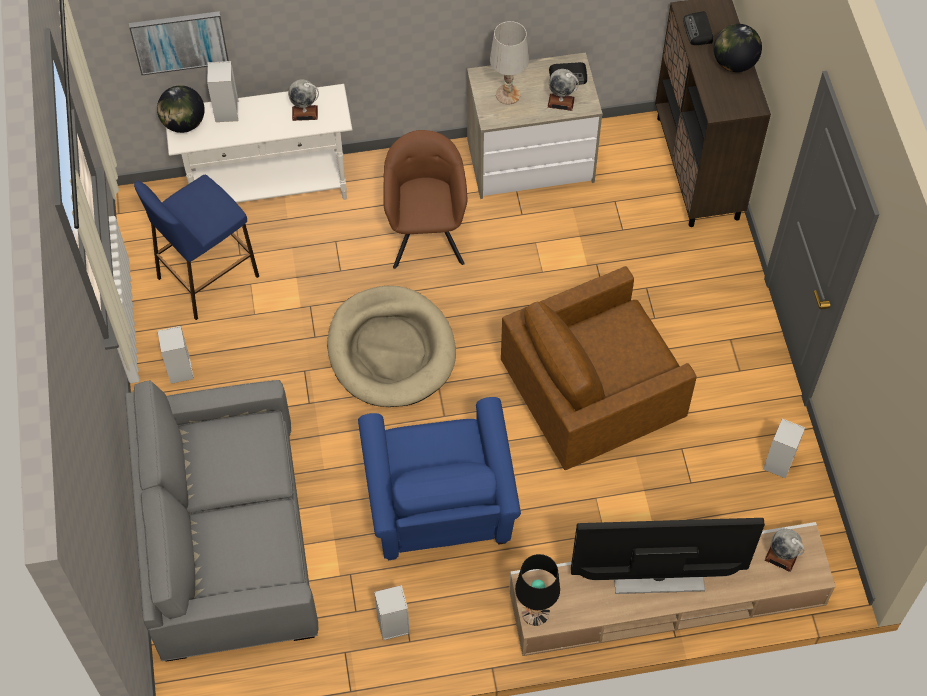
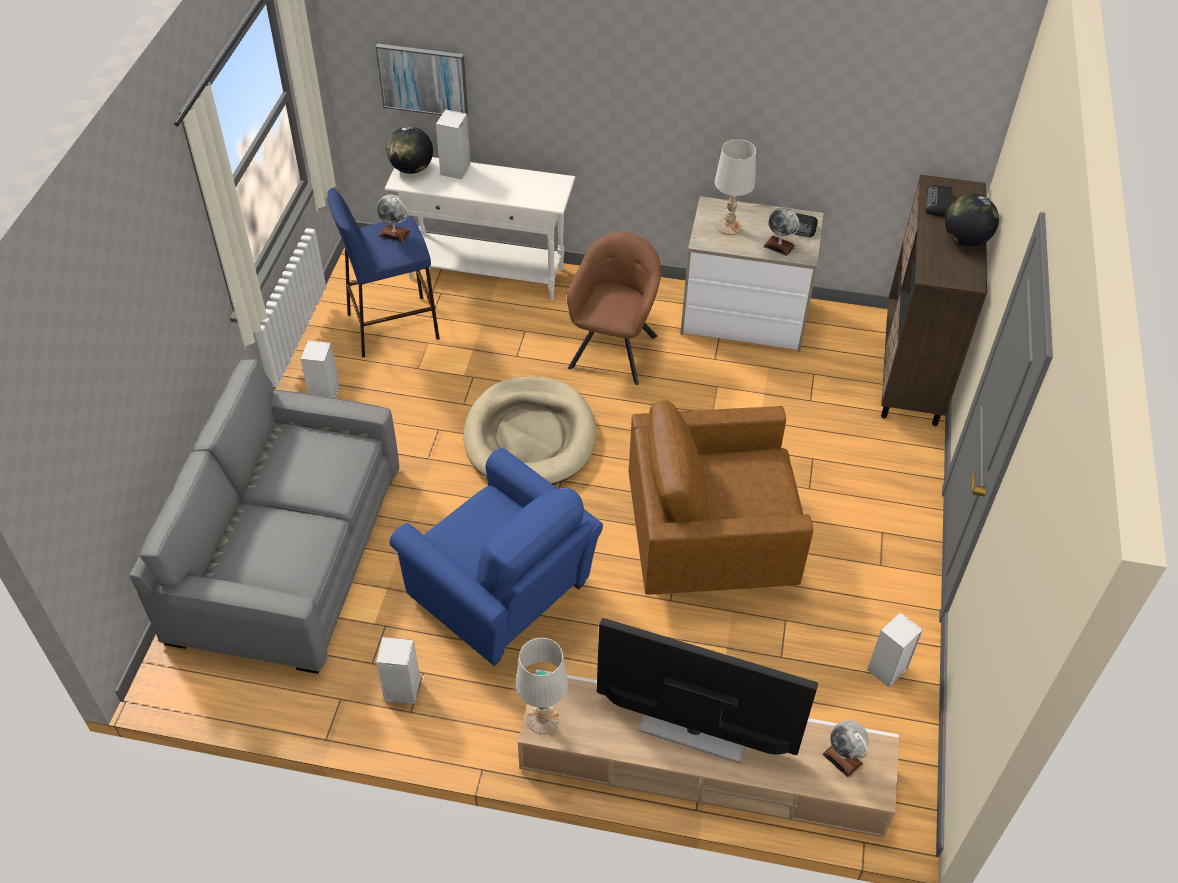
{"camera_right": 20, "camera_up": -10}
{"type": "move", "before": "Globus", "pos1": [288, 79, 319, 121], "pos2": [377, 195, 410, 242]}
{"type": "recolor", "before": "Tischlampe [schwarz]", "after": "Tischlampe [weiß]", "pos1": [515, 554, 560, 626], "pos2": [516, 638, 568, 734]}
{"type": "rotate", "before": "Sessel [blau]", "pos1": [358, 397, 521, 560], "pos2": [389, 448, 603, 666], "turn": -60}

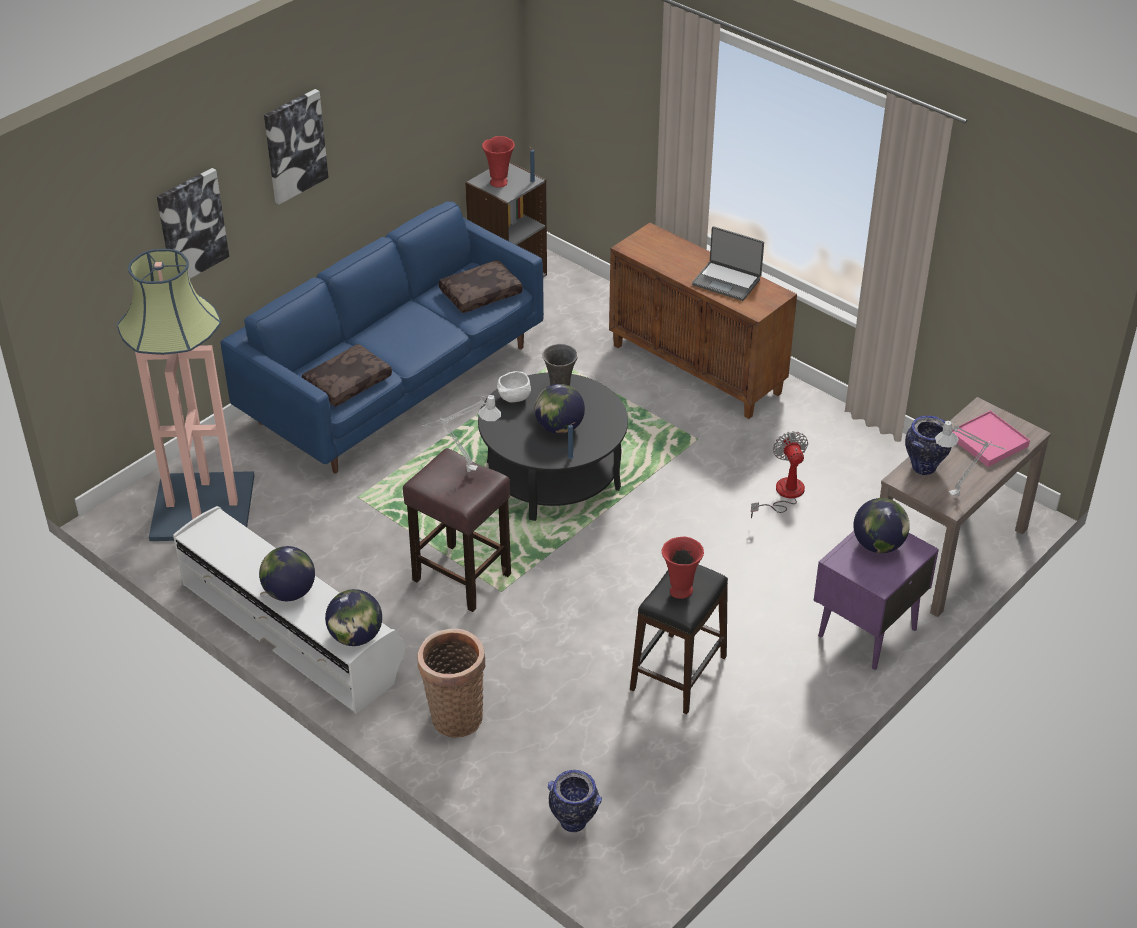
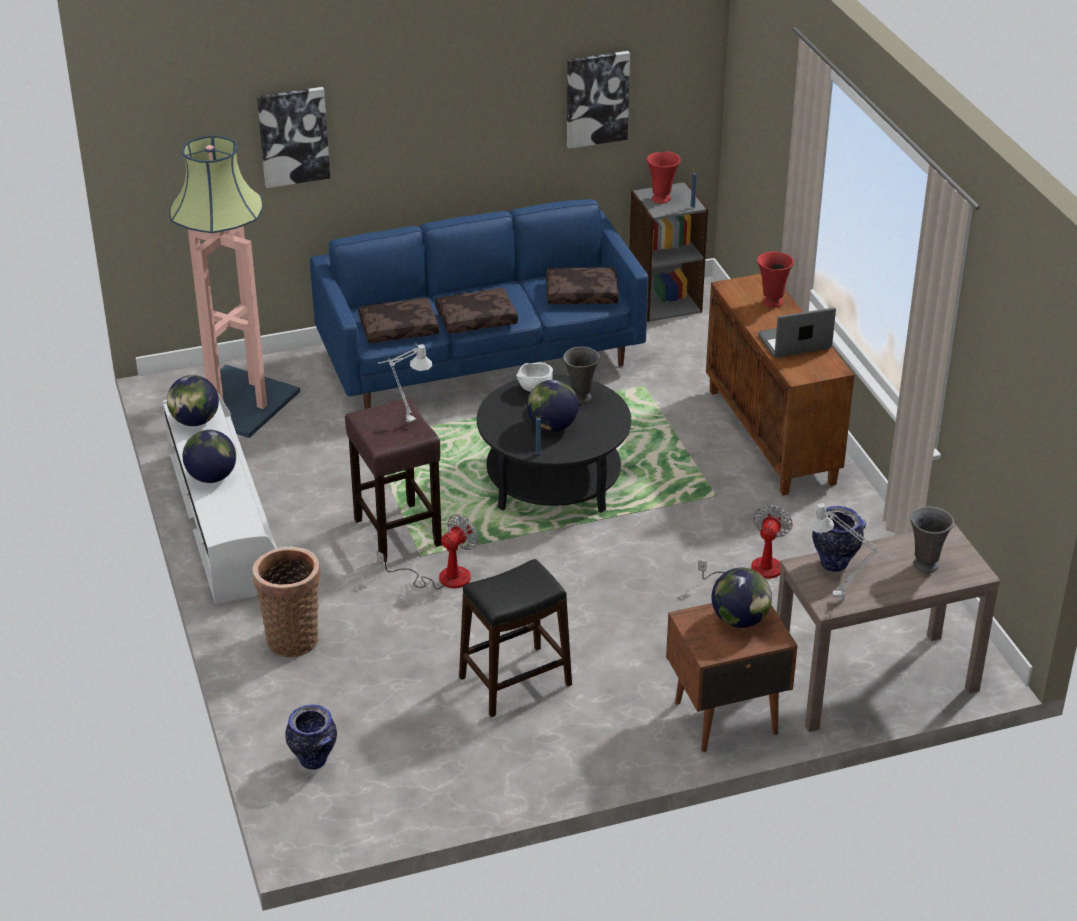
{"camera_right": 30, "camera_up": -5}
{"type": "insert", "after": "Ventilator", "pos2": [377, 514, 478, 589]}
{"type": "insert", "after": "Kissen [braun]", "pos2": [435, 288, 518, 334]}
{"type": "move", "before": "Bild", "pos1": [264, 89, 329, 205], "pos2": [567, 51, 630, 149]}
{"type": "move", "before": "Globus", "pos1": [325, 589, 382, 646], "pos2": [167, 375, 219, 426]}
{"type": "move", "before": "Vase [rot]", "pos1": [662, 537, 704, 599], "pos2": [757, 252, 794, 308]}
{"type": "replace", "before": "Tablett [rosa]", "after": "Vase [grau]", "pos1": [952, 410, 1030, 467], "pos2": [910, 506, 954, 573]}
{"type": "recolor", "before": "Nachttisch [lila]", "after": "Nachttisch [braun]", "pos1": [814, 531, 939, 670], "pos2": [666, 603, 798, 752]}
{"type": "rotate", "before": "Laptop", "pos1": [692, 226, 764, 301], "pos2": [758, 307, 836, 358], "turn": 105}

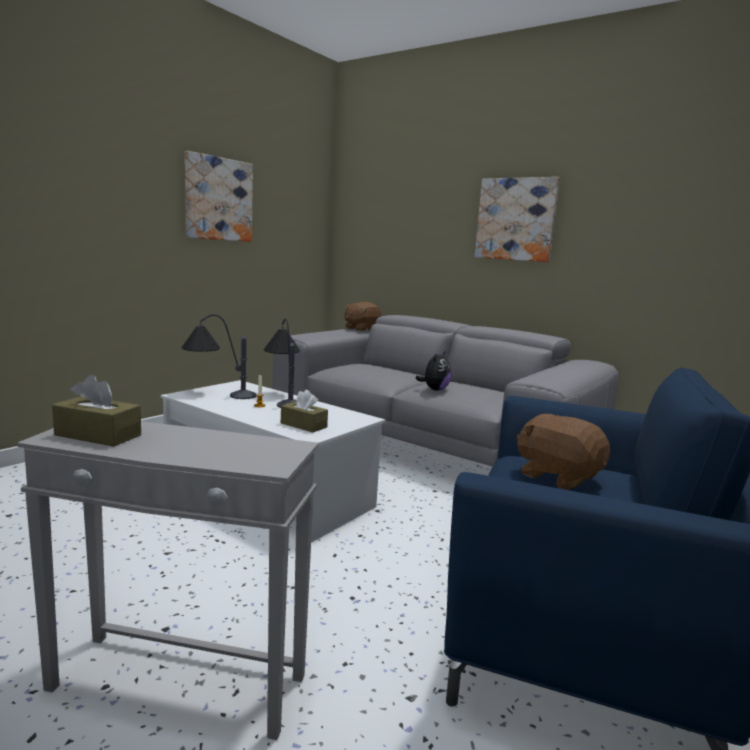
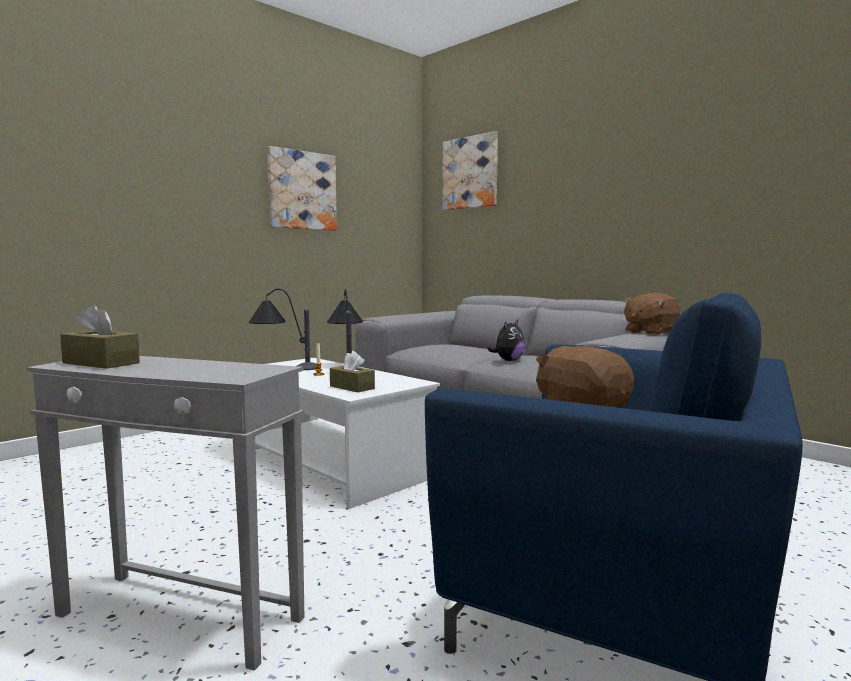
{"camera_right": 10, "camera_up": -5}
{"type": "move", "before": "Plüschtier [braun]", "pos1": [344, 302, 381, 331], "pos2": [623, 292, 680, 335]}
{"type": "move", "before": "Bild", "pos1": [475, 177, 560, 262], "pos2": [442, 131, 498, 210]}

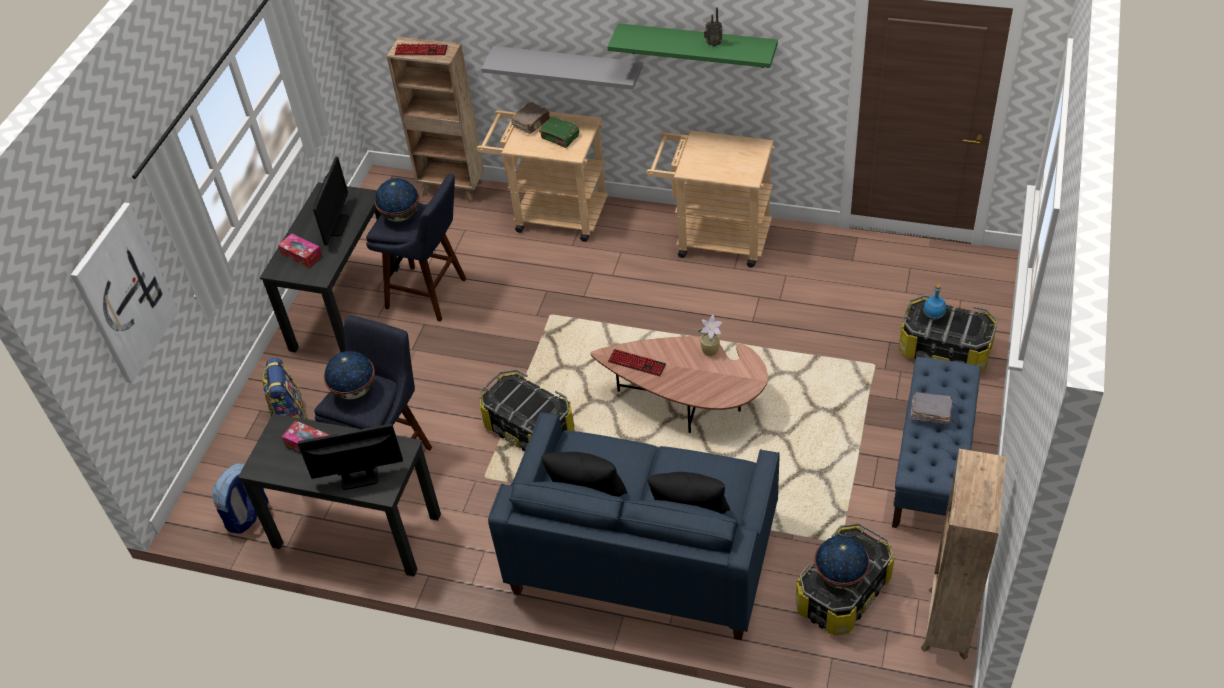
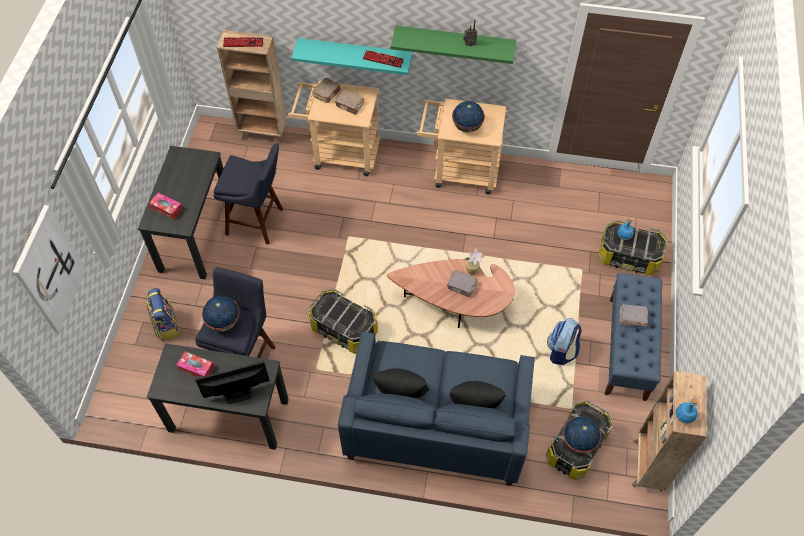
{"camera_right": -10, "camera_up": 10}
{"type": "delete", "before": "Monitor", "pos1": [313, 157, 349, 245]}
{"type": "insert", "after": "Buch [grau]", "pos2": [447, 270, 477, 297]}
{"type": "insert", "after": "Flasche [blau]", "pos2": [675, 399, 697, 424]}
{"type": "move", "before": "Rucksack", "pos1": [212, 463, 268, 534], "pos2": [547, 318, 582, 365]}
{"type": "move", "before": "Globus", "pos1": [374, 178, 419, 222], "pos2": [452, 101, 485, 133]}
{"type": "move", "before": "Tastatur", "pos1": [608, 349, 666, 376], "pos2": [363, 50, 404, 68]}
{"type": "recolor", "before": "Wandregal [grau]", "after": "Wandregal [türkis]", "pos1": [481, 46, 643, 89], "pos2": [291, 38, 413, 75]}
{"type": "recolor", "before": "Buch [grün]", "after": "Buch [braun]", "pos1": [539, 116, 579, 148], "pos2": [335, 90, 364, 115]}

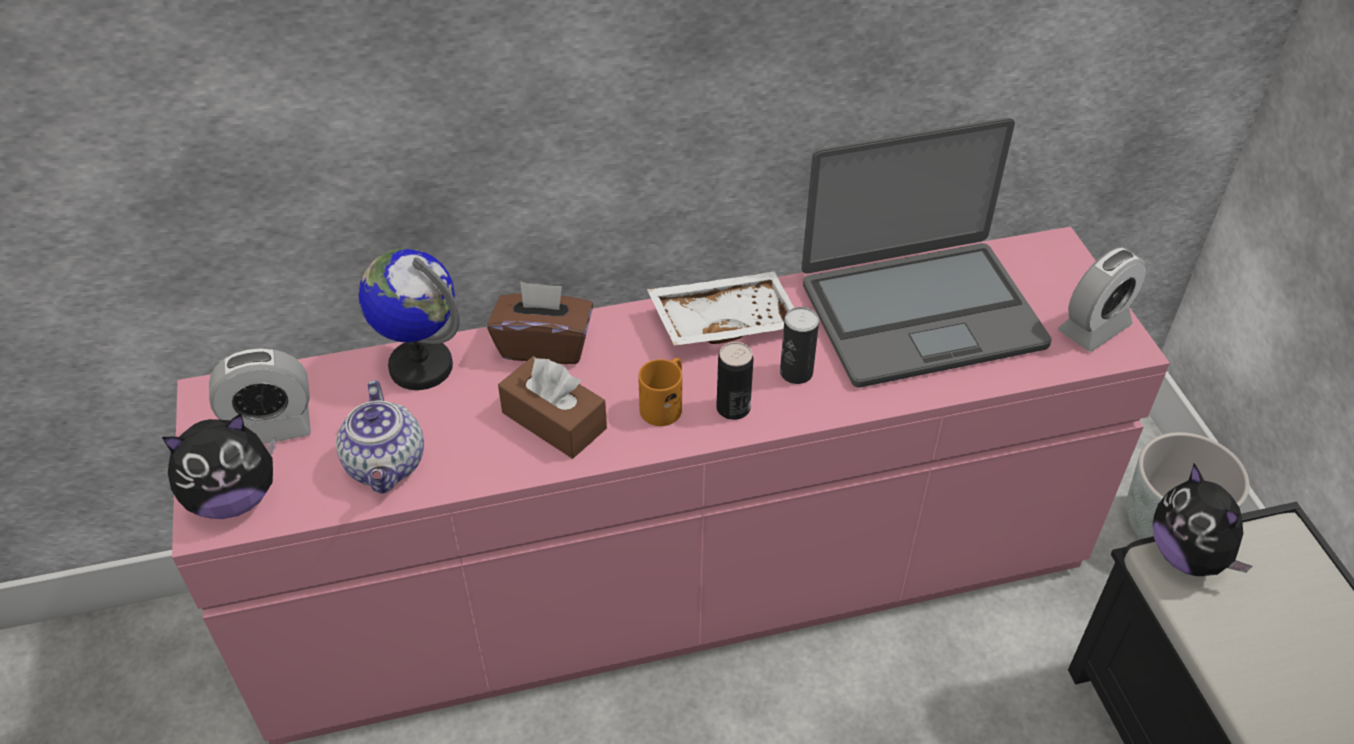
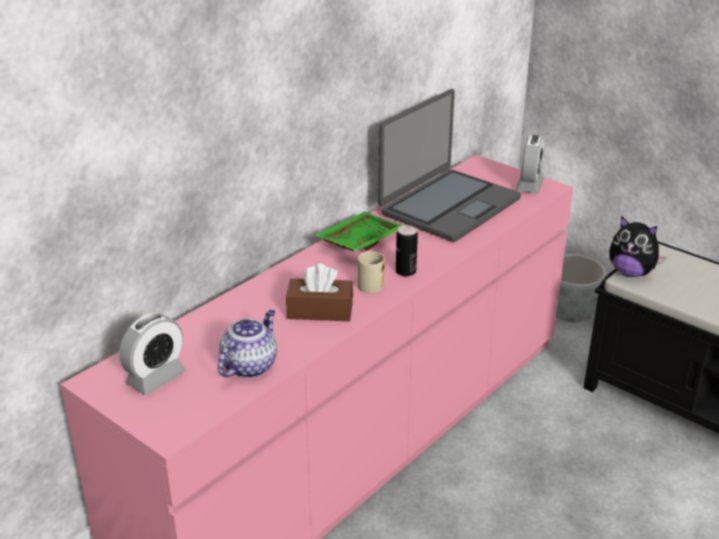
{"camera_right": -35, "camera_up": -15}
{"type": "delete", "before": "Plüschtier", "pos1": [162, 413, 276, 519]}
{"type": "delete", "before": "Globus", "pos1": [358, 248, 460, 390]}
{"type": "delete", "before": "Taschentuchbox [braun]", "pos1": [487, 281, 593, 364]}
{"type": "delete", "before": "Dose", "pos1": [780, 307, 819, 384]}
{"type": "recolor", "before": "Henkelbecher [orange]", "after": "Henkelbecher [beige]", "pos1": [638, 358, 682, 426], "pos2": [358, 251, 385, 293]}
{"type": "recolor", "before": "Tablett [weiß]", "after": "Tablett [grün]", "pos1": [647, 271, 795, 346], "pos2": [315, 211, 403, 251]}
{"type": "rotate", "before": "Teekanne", "pos1": [336, 380, 424, 494], "pos2": [218, 310, 277, 378], "turn": -105}

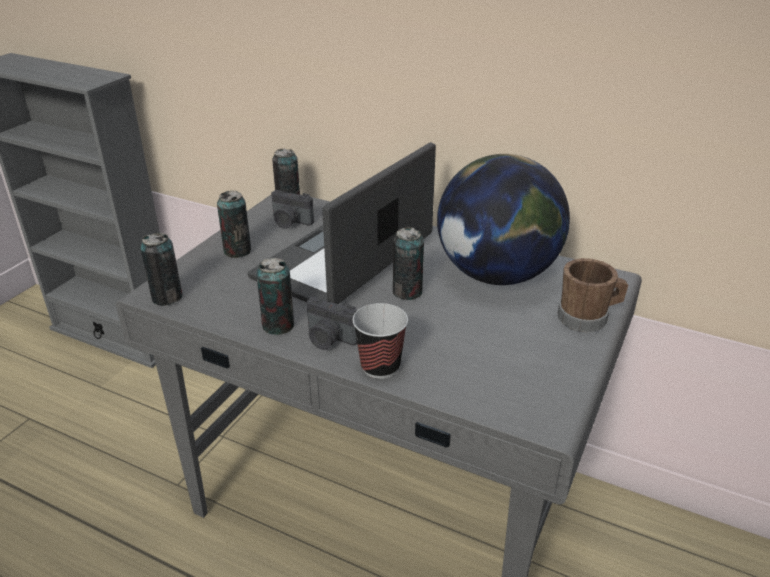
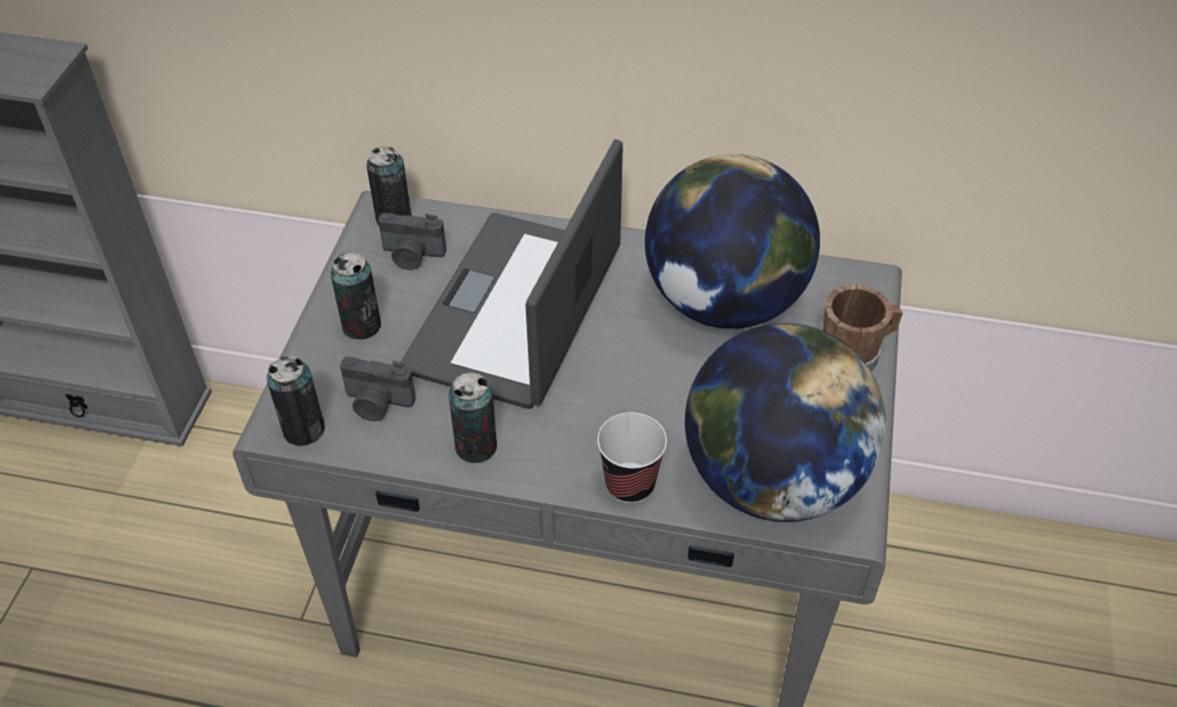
{"camera_right": -15, "camera_up": 15}
{"type": "delete", "before": "Dose", "pos1": [393, 227, 424, 300]}
{"type": "insert", "after": "Globus", "pos2": [685, 323, 886, 522]}
{"type": "move", "before": "Kamera", "pos1": [307, 297, 357, 350], "pos2": [340, 356, 416, 421]}

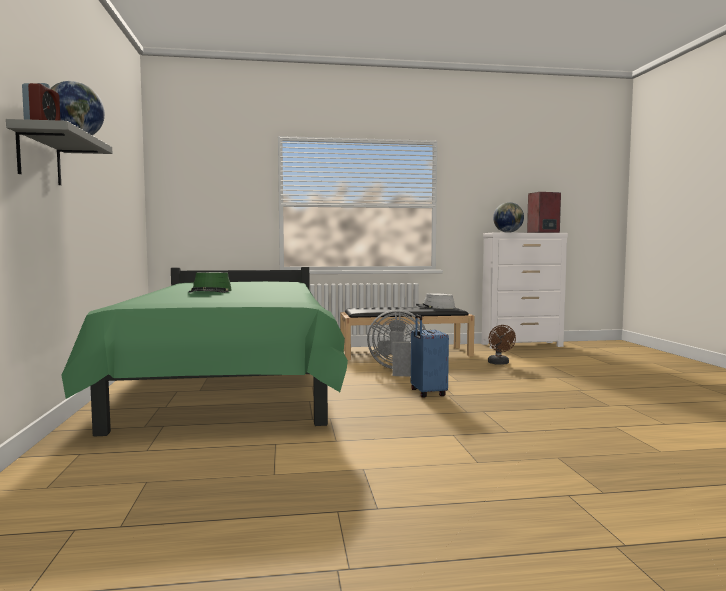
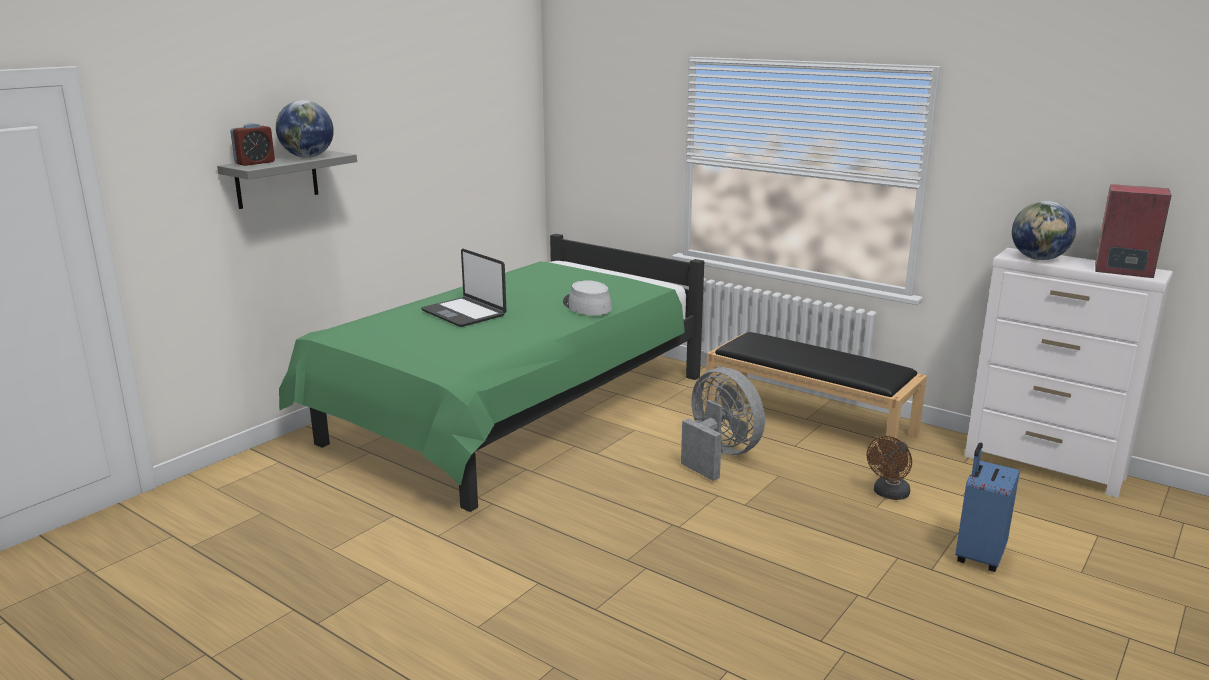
{"camera_right": 45, "camera_up": 15}
{"type": "move", "before": "Koffer [blau]", "pos1": [411, 315, 449, 397], "pos2": [955, 443, 1020, 572]}
{"type": "move", "before": "Hut [grau]", "pos1": [416, 293, 455, 309], "pos2": [563, 280, 612, 316]}
{"type": "replace", "before": "Hut [grün]", "after": "Laptop", "pos1": [189, 272, 232, 293], "pos2": [421, 249, 507, 327]}

